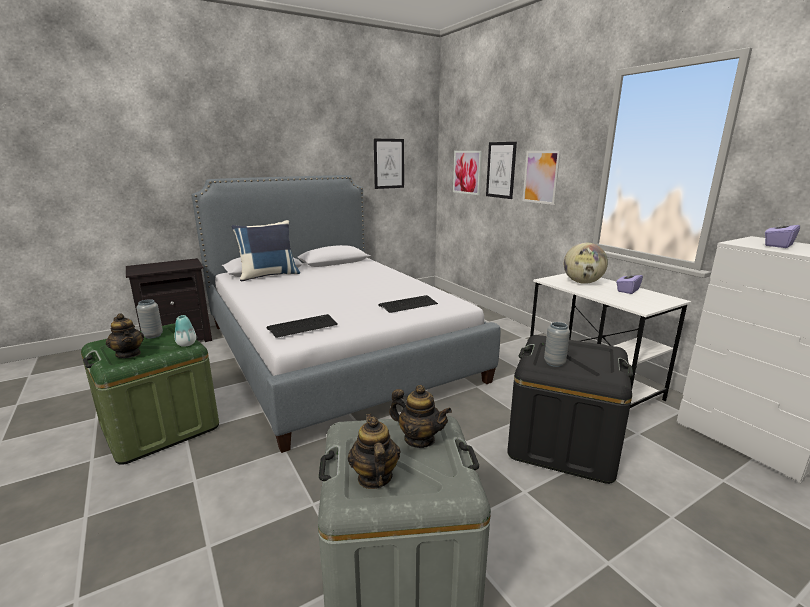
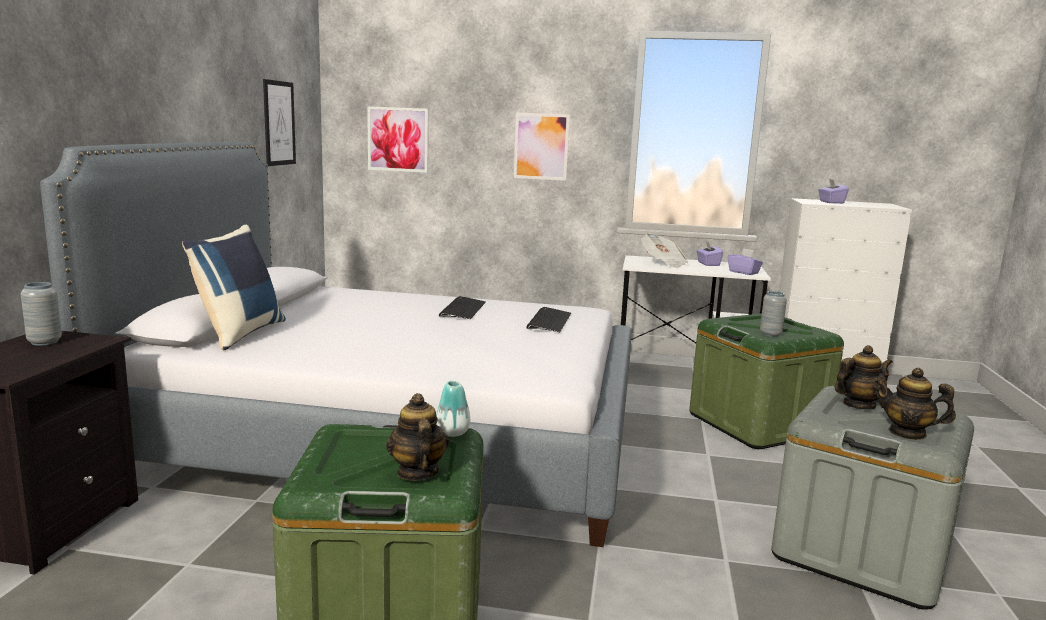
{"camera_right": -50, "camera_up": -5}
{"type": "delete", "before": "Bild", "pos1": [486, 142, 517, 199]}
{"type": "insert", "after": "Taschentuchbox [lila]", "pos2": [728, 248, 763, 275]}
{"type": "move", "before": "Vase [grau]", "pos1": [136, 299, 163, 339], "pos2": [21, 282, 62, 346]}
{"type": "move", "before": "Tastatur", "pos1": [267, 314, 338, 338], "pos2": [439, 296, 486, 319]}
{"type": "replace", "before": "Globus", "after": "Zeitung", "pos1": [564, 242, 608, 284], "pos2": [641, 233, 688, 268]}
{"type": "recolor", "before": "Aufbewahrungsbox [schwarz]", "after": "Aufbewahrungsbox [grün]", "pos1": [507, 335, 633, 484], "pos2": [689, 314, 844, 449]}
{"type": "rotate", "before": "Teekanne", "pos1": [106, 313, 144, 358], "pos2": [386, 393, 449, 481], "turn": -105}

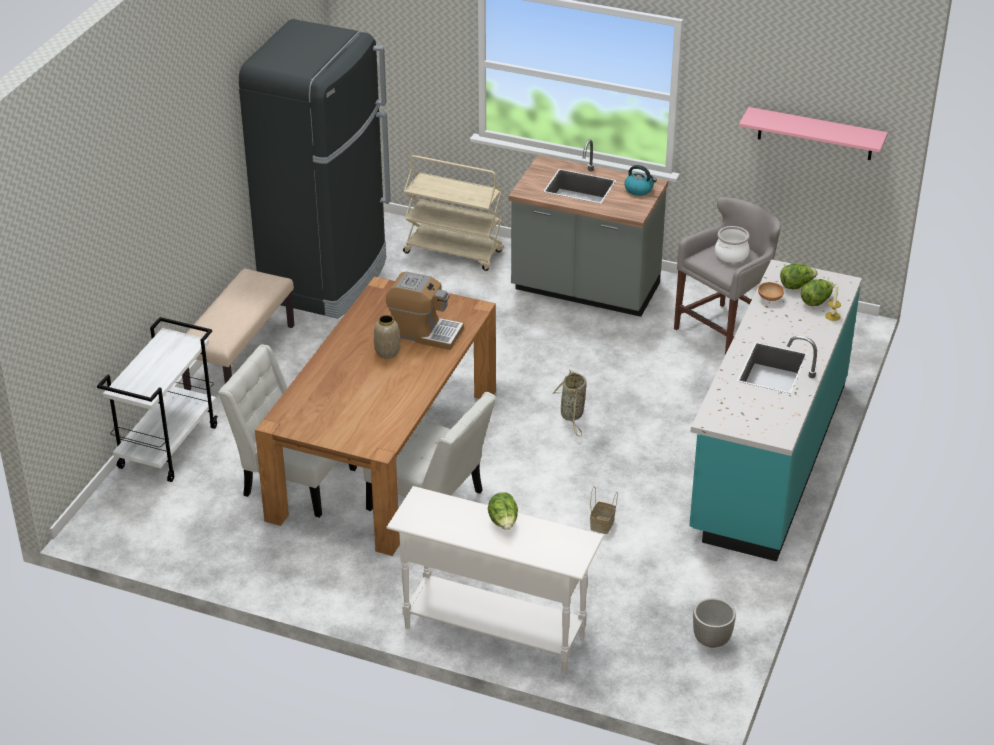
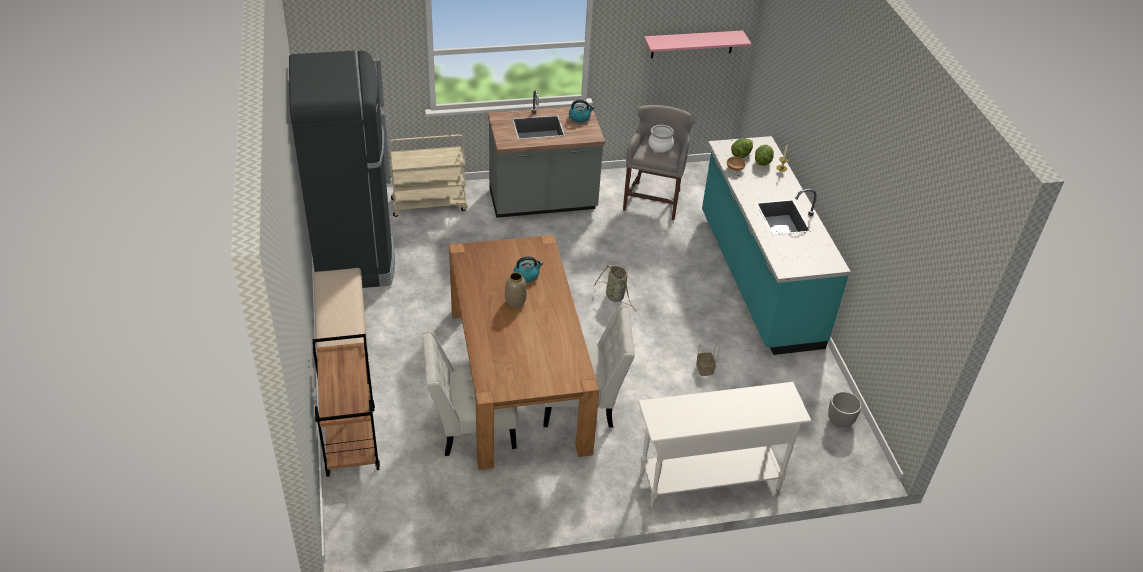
{"camera_right": -35, "camera_up": 5}
{"type": "delete", "before": "Salatkopf", "pos1": [488, 492, 518, 530]}
{"type": "replace", "before": "Kaffeemaschine", "after": "Wasserkessel", "pos1": [386, 272, 464, 350], "pos2": [514, 256, 543, 282]}
{"type": "recolor", "before": "Rollwagen [weiß]", "after": "Rollwagen [braun]", "pos1": [97, 317, 218, 482], "pos2": [313, 334, 380, 477]}

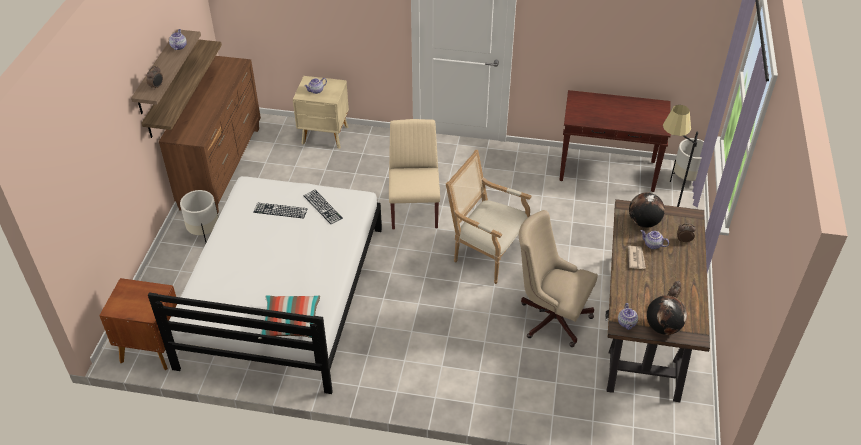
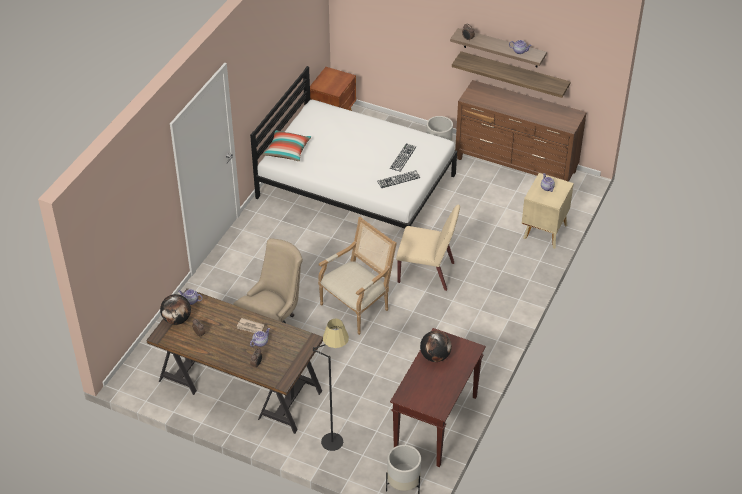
{"camera_right": 105, "camera_up": 0}
{"type": "move", "before": "Globus", "pos1": [629, 192, 665, 228], "pos2": [420, 331, 452, 362]}

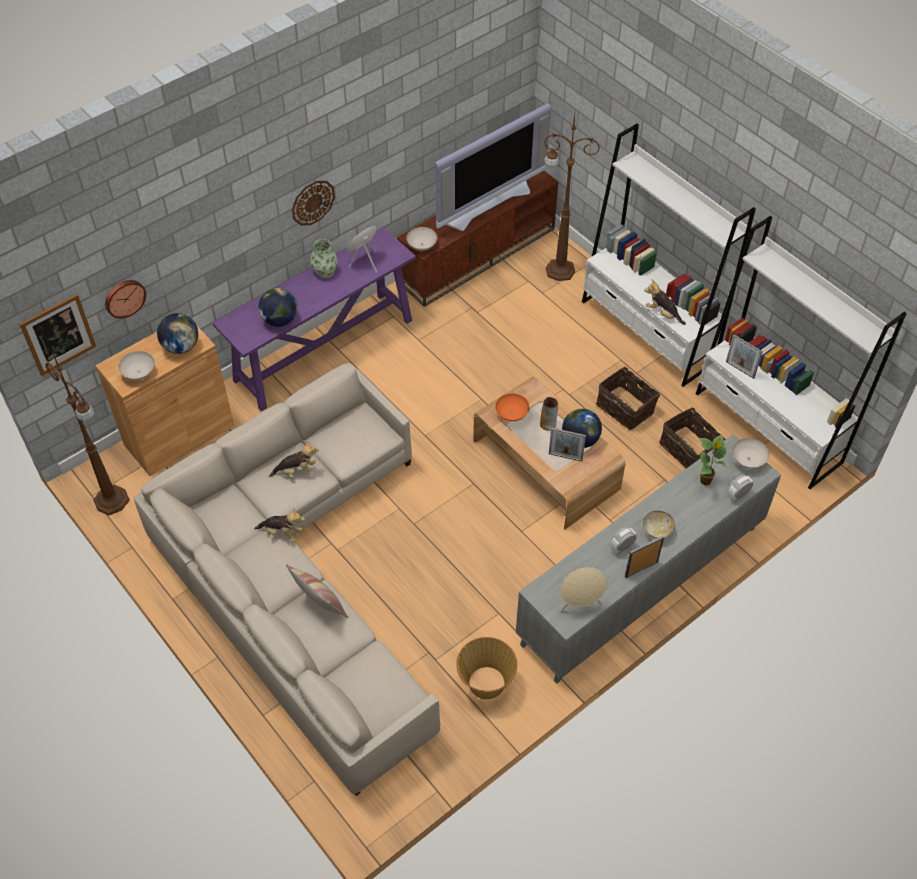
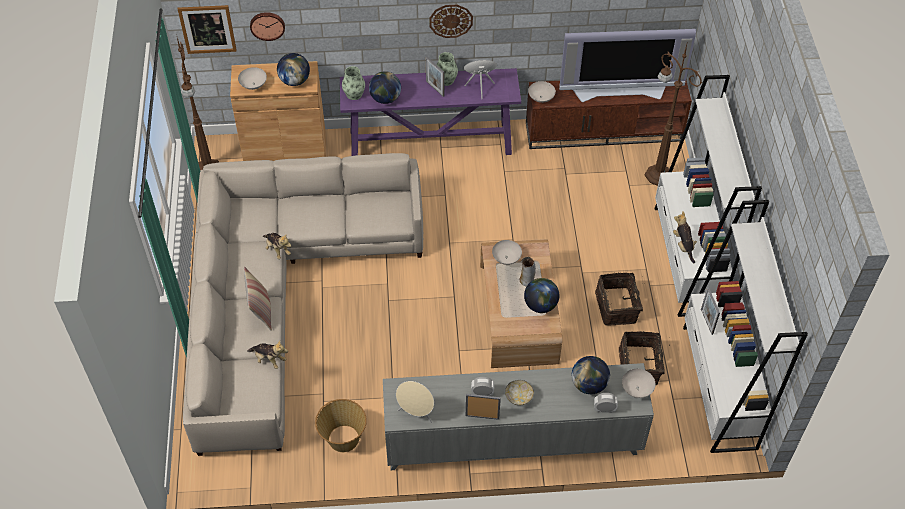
{"camera_right": 35, "camera_up": 0}
{"type": "insert", "after": "Vase", "pos2": [342, 66, 365, 100]}
{"type": "move", "before": "Plüschtier", "pos1": [269, 441, 319, 478], "pos2": [247, 341, 288, 369]}
{"type": "move", "before": "Bilderrahmen", "pos1": [549, 427, 586, 462], "pos2": [426, 57, 444, 97]}
{"type": "replace", "before": "Topfpflanze", "after": "Globus", "pos1": [700, 434, 727, 485], "pos2": [572, 356, 610, 394]}
{"type": "recolor", "before": "Schüssel [orange]", "after": "Schüssel [weiß]", "pos1": [496, 394, 529, 421], "pos2": [492, 240, 522, 265]}

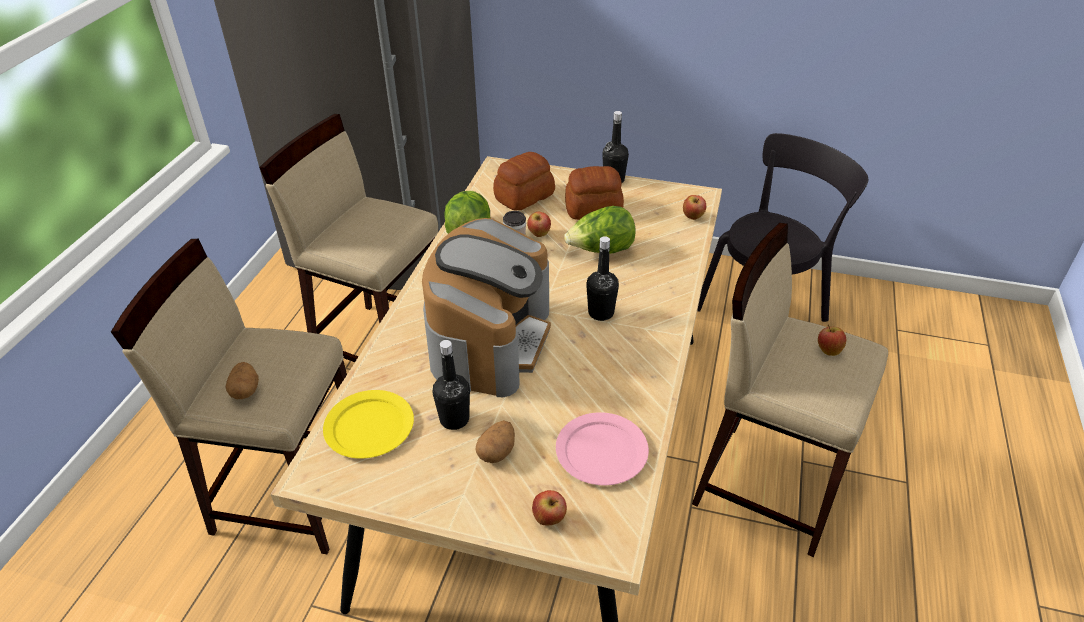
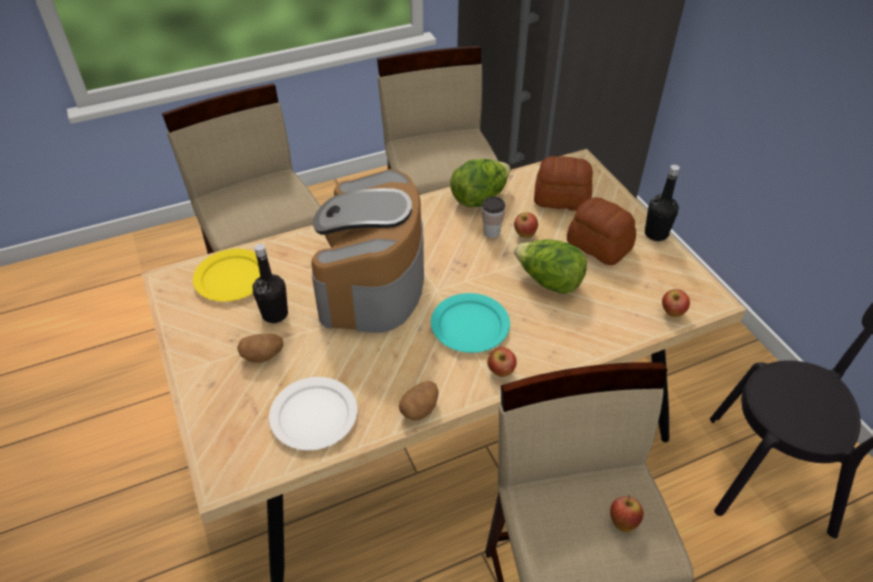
{"camera_right": 50, "camera_up": 5}
{"type": "move", "before": "Kartoffel", "pos1": [226, 362, 259, 399], "pos2": [399, 381, 438, 420]}
{"type": "move", "before": "Apfel", "pos1": [532, 490, 567, 525], "pos2": [487, 347, 517, 377]}
{"type": "replace", "before": "Flasche [schwarz]", "after": "Teller [türkis]", "pos1": [586, 236, 619, 321], "pos2": [431, 293, 510, 353]}
{"type": "recolor", "before": "Teller [rosa]", "after": "Teller [weiß]", "pos1": [556, 412, 649, 486], "pos2": [269, 377, 358, 450]}
{"type": "rotate", "before": "Kaffeemaschine", "pos1": [422, 218, 551, 397], "pos2": [312, 169, 424, 333], "turn": 120}

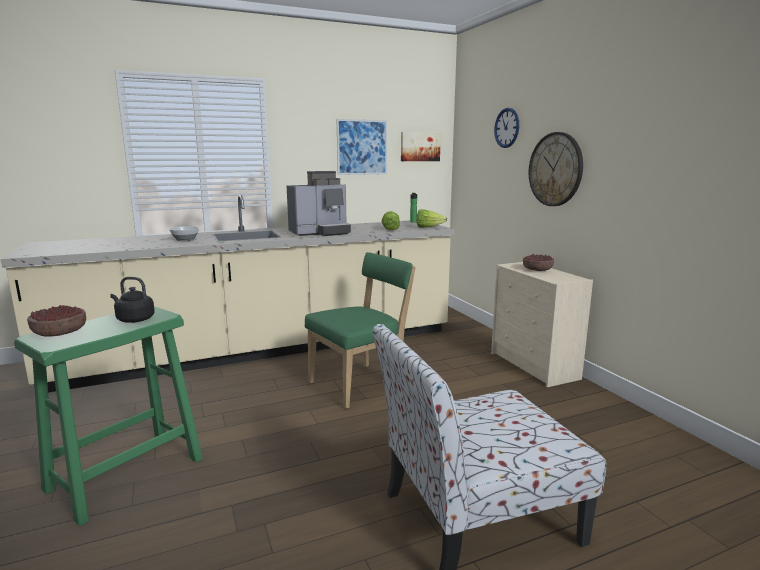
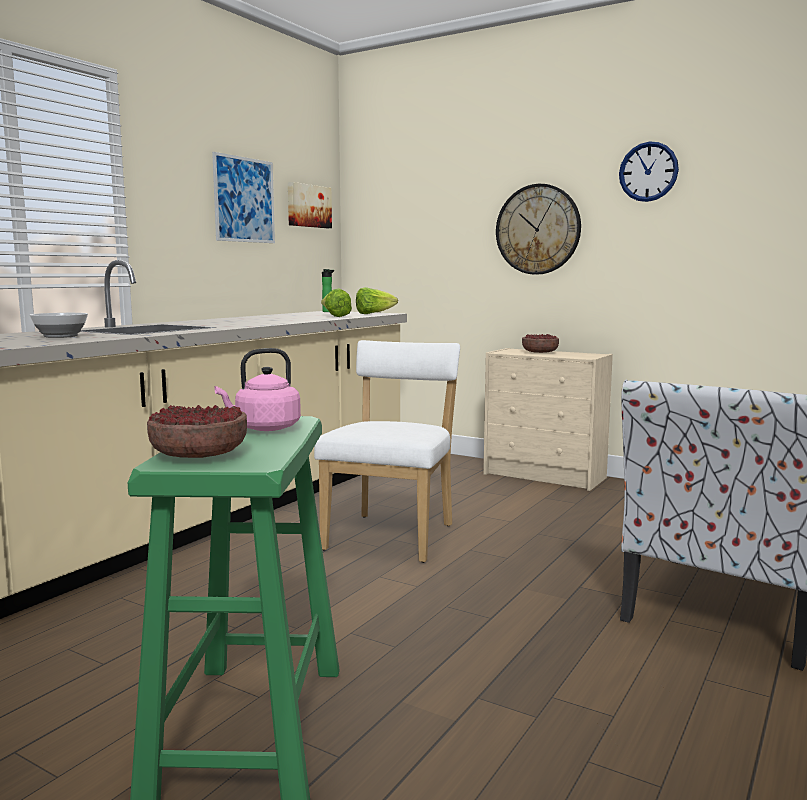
{"camera_right": -35, "camera_up": -5}
{"type": "delete", "before": "Kaffeemaschine", "pos1": [287, 171, 351, 236]}
{"type": "move", "before": "Wanduhr", "pos1": [494, 108, 519, 148], "pos2": [619, 141, 679, 202]}
{"type": "recolor", "before": "Wasserkessel [schwarz]", "after": "Wasserkessel [rosa]", "pos1": [110, 277, 155, 323], "pos2": [214, 348, 301, 431]}
{"type": "recolor", "before": "Stuhl [grün]", "after": "Stuhl [weiß]", "pos1": [305, 252, 416, 409], "pos2": [314, 340, 460, 563]}

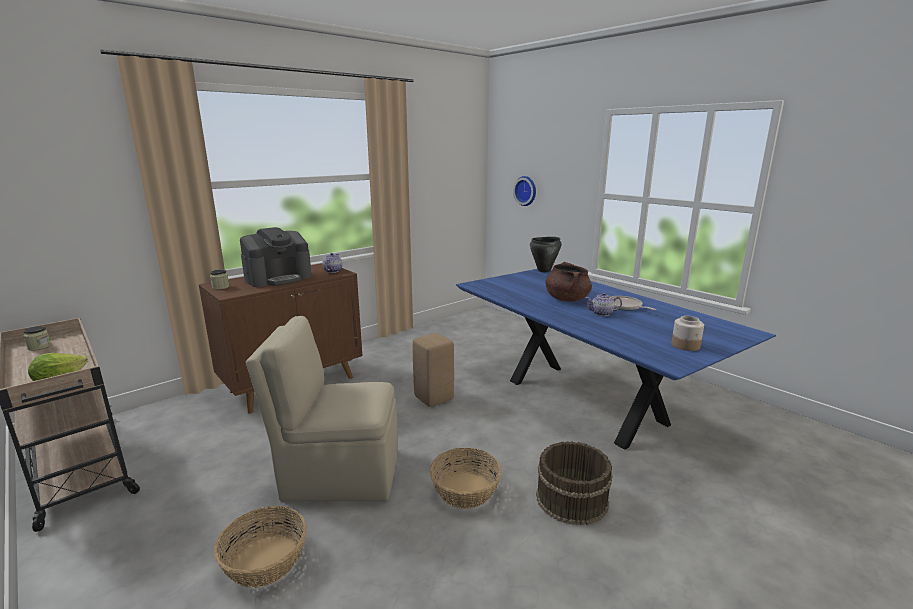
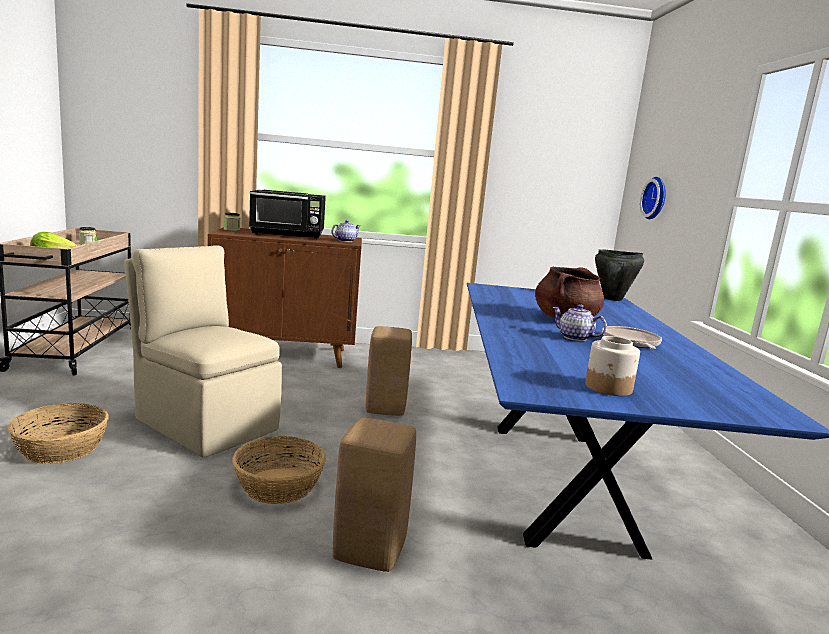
{"camera_right": 35, "camera_up": -5}
{"type": "replace", "before": "Kaffeemaschine", "after": "Mikrowelle [schwarz]", "pos1": [240, 227, 312, 287], "pos2": [249, 190, 326, 239]}
{"type": "replace", "before": "Eimer [braun]", "after": "Hocker [beige]", "pos1": [536, 441, 613, 525], "pos2": [333, 418, 416, 572]}

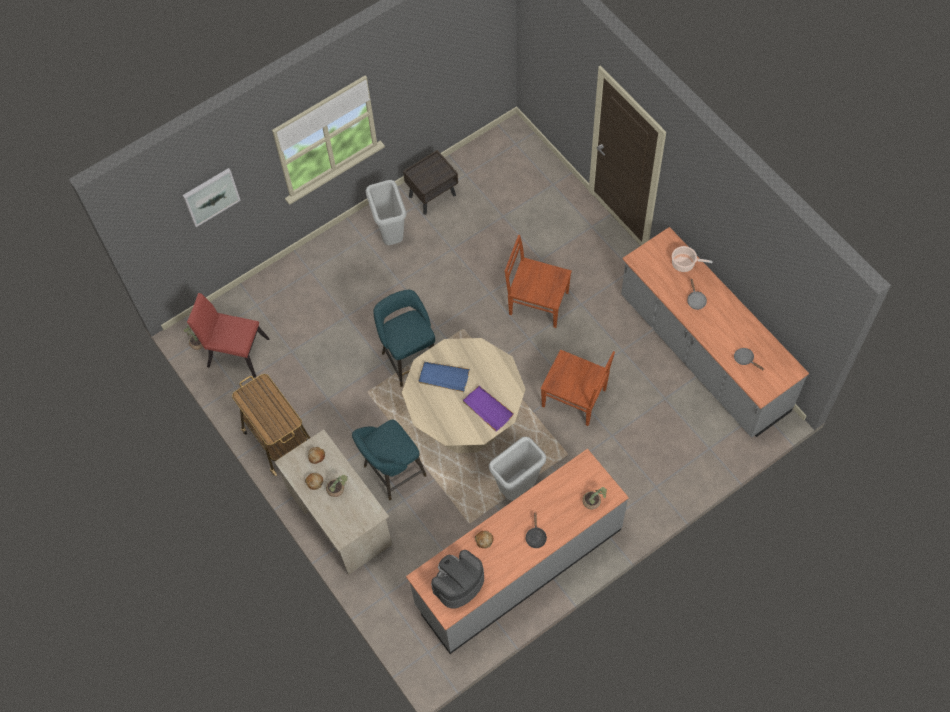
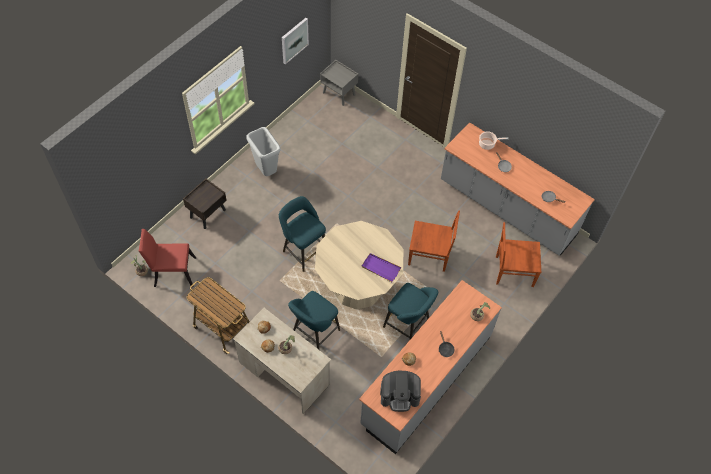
{"camera_right": -20, "camera_up": -5}
{"type": "delete", "before": "Tablett [blau]", "pos1": [418, 362, 470, 392]}
{"type": "insert", "after": "Nachttisch [grau]", "pos2": [320, 60, 358, 106]}
{"type": "move", "before": "Bild", "pos1": [183, 168, 241, 227], "pos2": [282, 18, 309, 65]}
{"type": "move", "before": "Nachttisch [braun]", "pos1": [403, 150, 458, 215], "pos2": [183, 179, 227, 229]}
{"type": "move", "before": "Stuhl [braun]", "pos1": [505, 235, 572, 328], "pos2": [496, 222, 541, 287]}
{"type": "replace", "before": "Mülleimer [grau]", "after": "Hocker [türkis]", "pos1": [489, 437, 546, 500], "pos2": [383, 283, 438, 339]}
{"type": "rotate", "before": "Kaffeemaschine", "pos1": [431, 550, 484, 609], "pos2": [380, 371, 421, 412], "turn": -120}

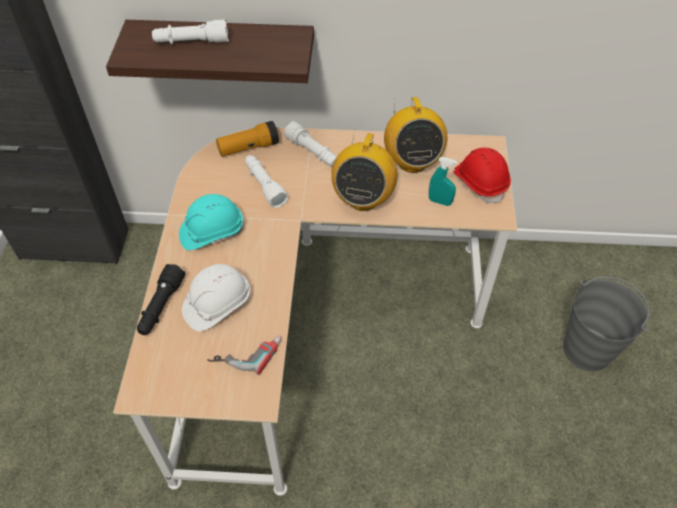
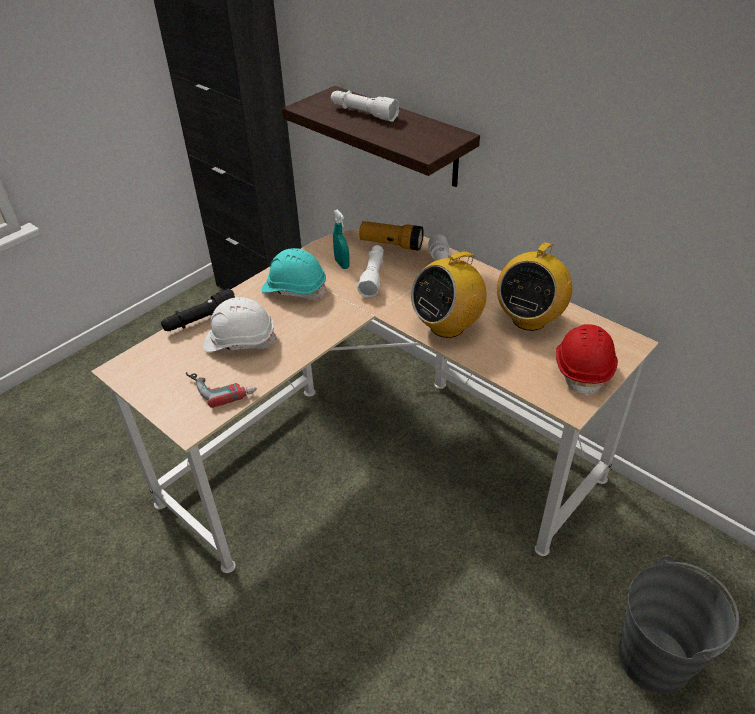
{"camera_right": 40, "camera_up": -10}
{"type": "move", "before": "Sprühflasche [türkis]", "pos1": [429, 157, 458, 206], "pos2": [333, 209, 350, 269]}

